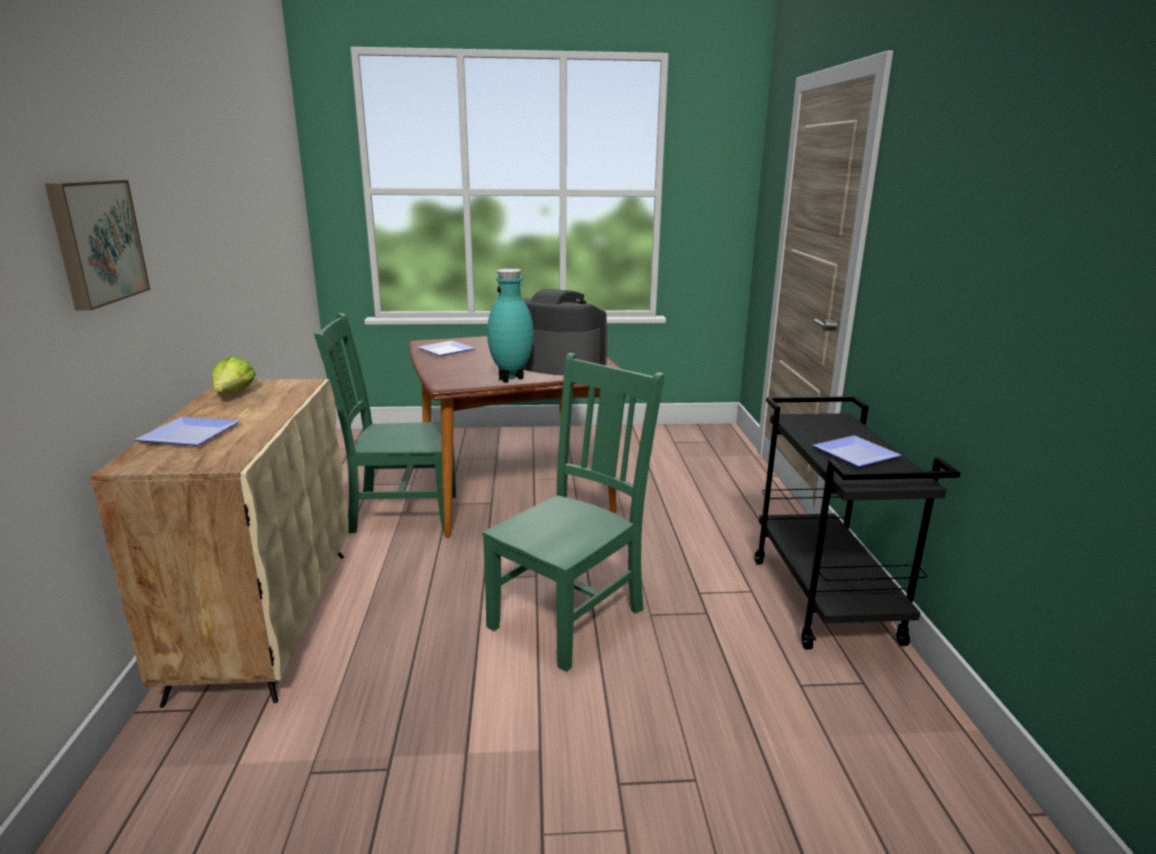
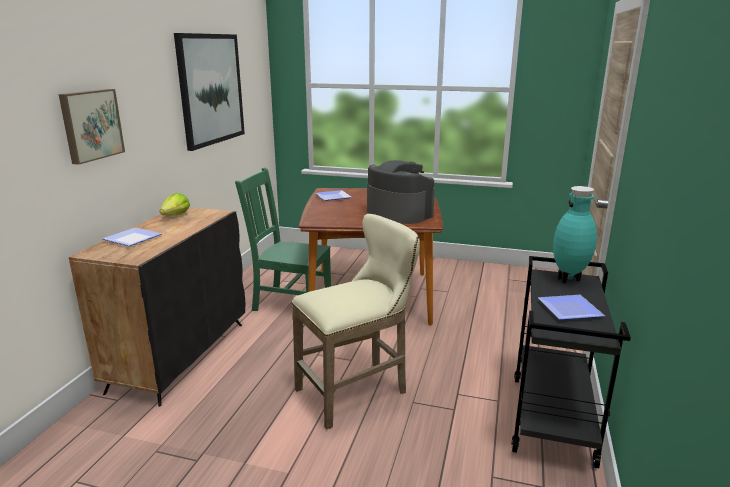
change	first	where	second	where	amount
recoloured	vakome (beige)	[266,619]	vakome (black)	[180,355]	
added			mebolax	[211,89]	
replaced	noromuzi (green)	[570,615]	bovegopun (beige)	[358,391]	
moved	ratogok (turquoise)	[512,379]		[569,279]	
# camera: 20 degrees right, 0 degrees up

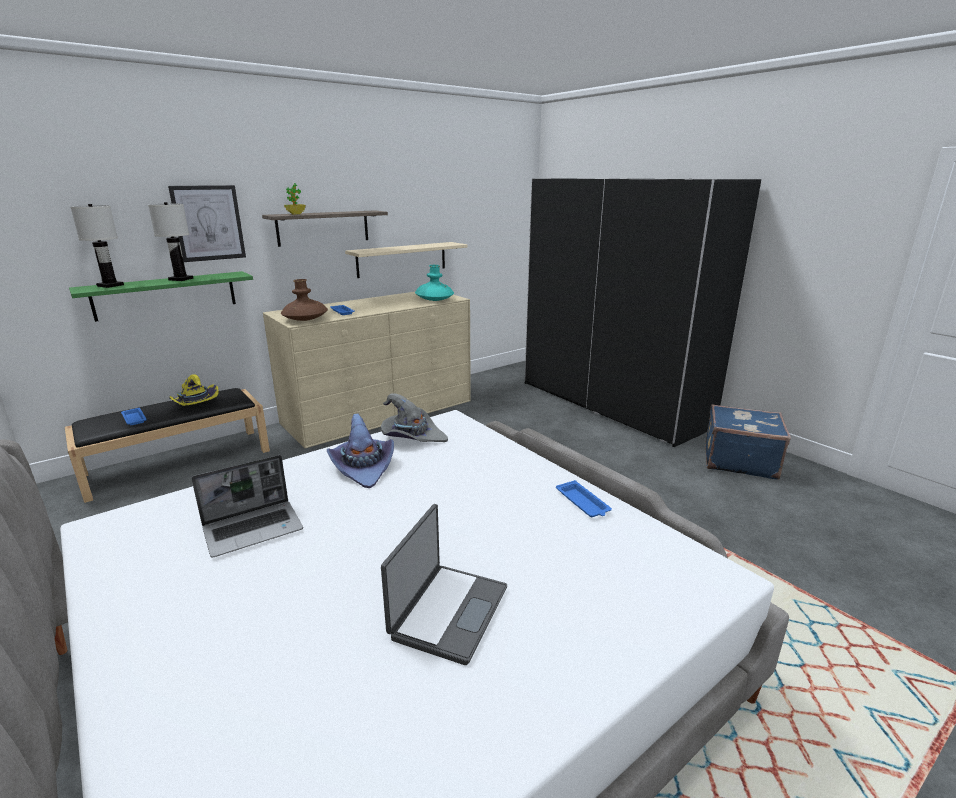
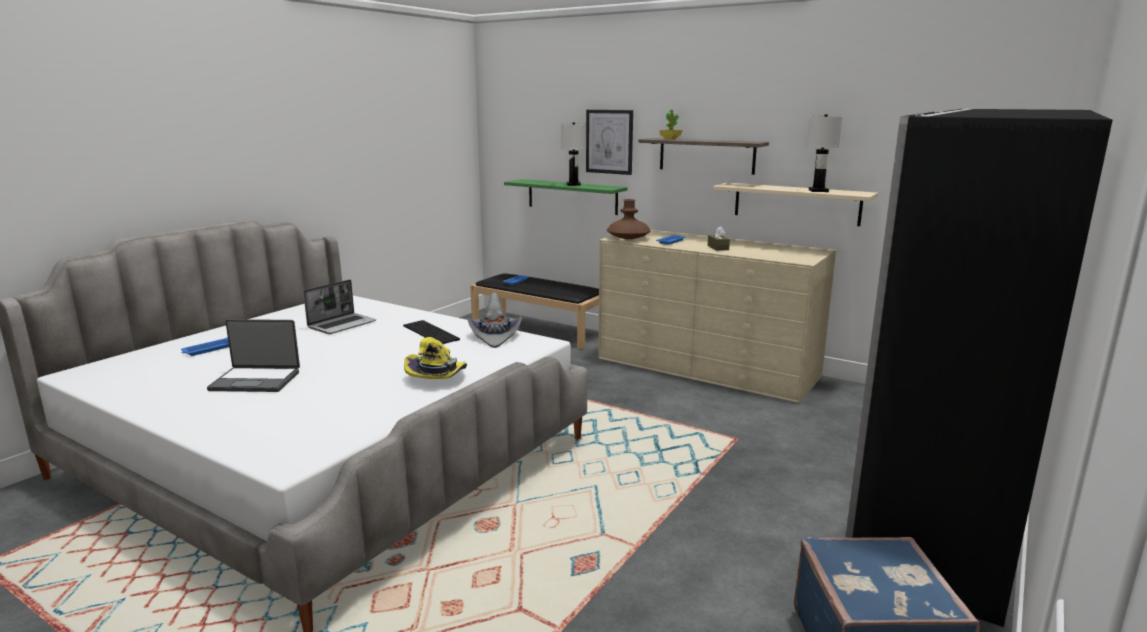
change	first	where	second	where	amount
moved	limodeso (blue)	[583,503]		[208,350]	
turned	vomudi	[254,529]		[342,325]	90 degrees counterclockwise
replaced	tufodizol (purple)	[363,467]	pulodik	[432,332]	
moved	tufodizol (yellow)	[194,404]		[438,377]	
added			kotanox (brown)	[718,247]	
moved	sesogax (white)	[110,285]		[818,191]	
removed	ratogok (turquoise)	[434,300]			
# camera: 70 degrees right, 5 degrees down

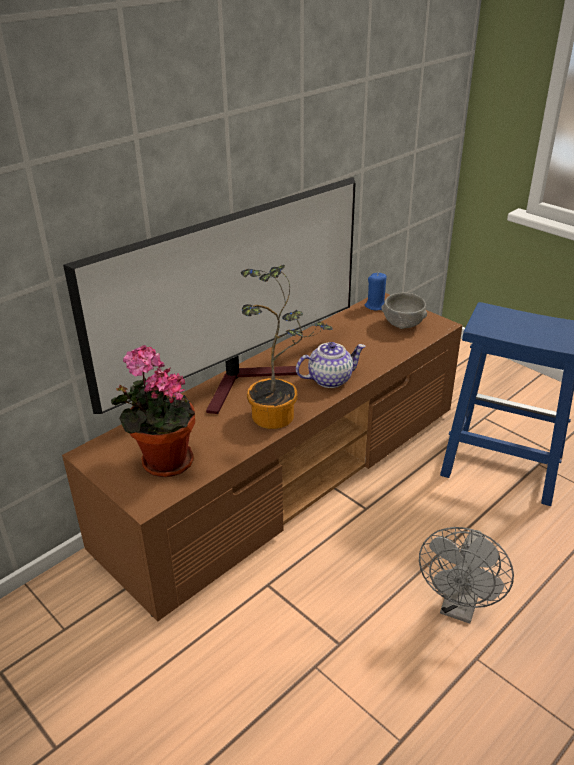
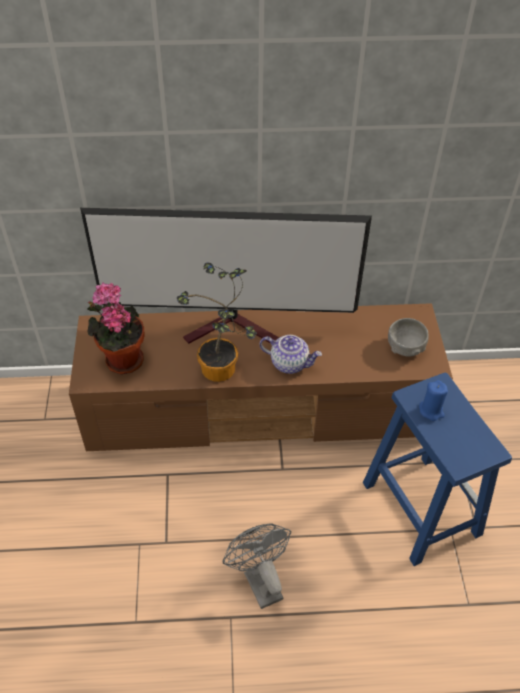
change	first	where	second	where	amount
turned	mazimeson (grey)	[459,607]		[259,580]	90 degrees clockwise
moved	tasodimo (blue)	[376,306]		[431,410]	
# camera: 40 degrees right, 15 degrees up

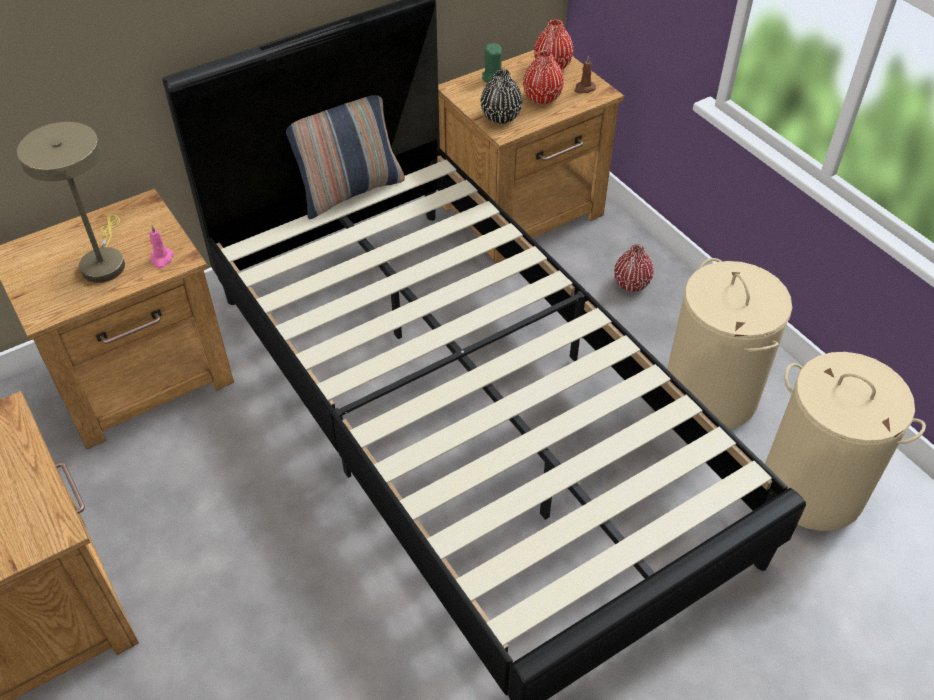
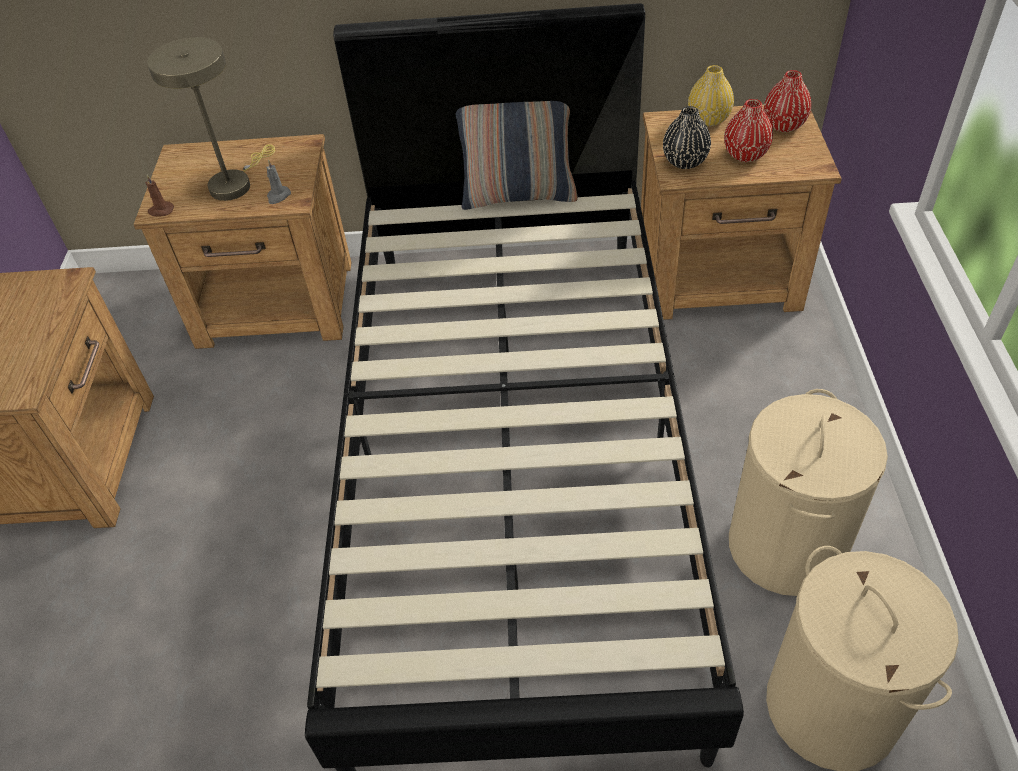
change	first	where	second	where	amount
moved	tasodimo (brown)	[584,88]		[161,211]	
recoloured	tasodimo (pink)	[162,259]	tasodimo (grey)	[278,196]	
replaced	tasodimo (green)	[492,77]	ratogok (yellow)	[708,120]	
removed	ratogok (red)	[631,284]			
# camera: 35 degrees right, 0 degrees up

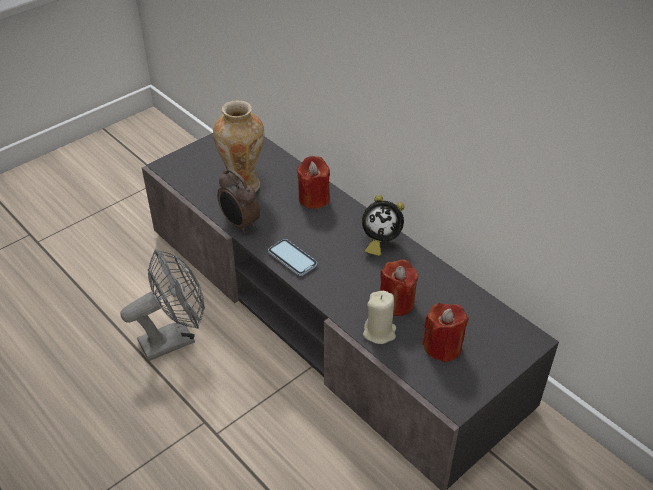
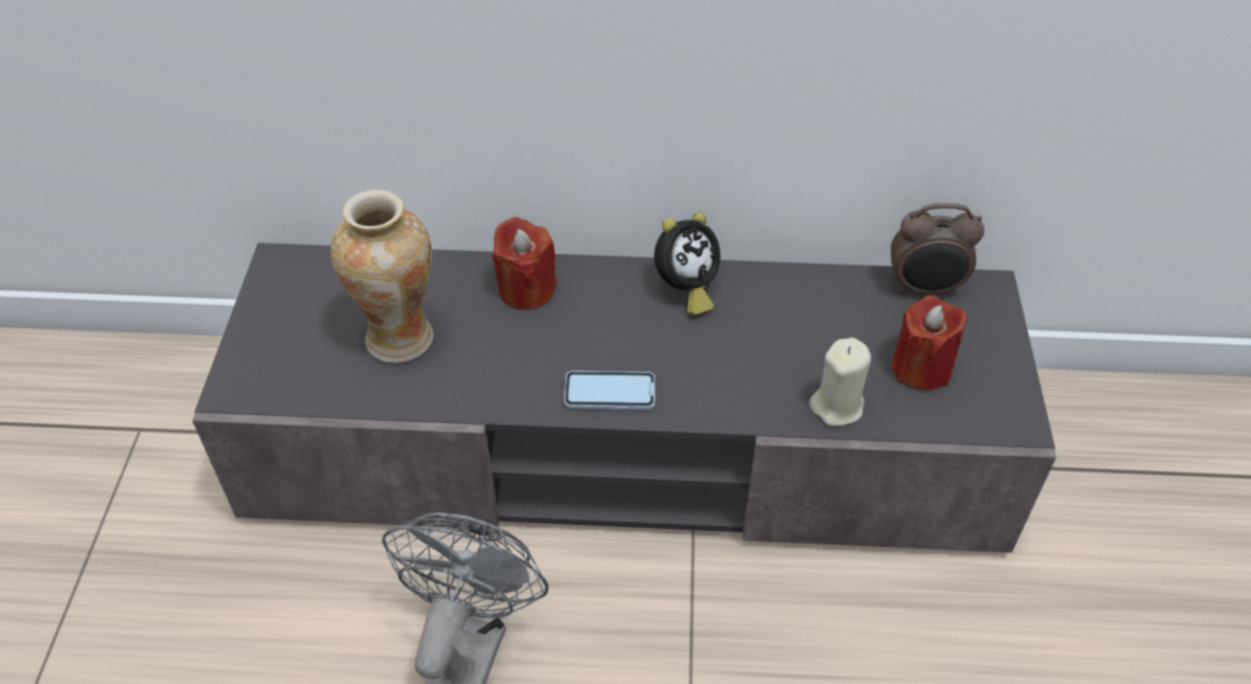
change	first	where	second	where	amount
moved	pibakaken	[239,224]		[925,289]	
removed	tasodimo (red)	[396,303]			
# camera: 45 degrees left, 5 degrees up

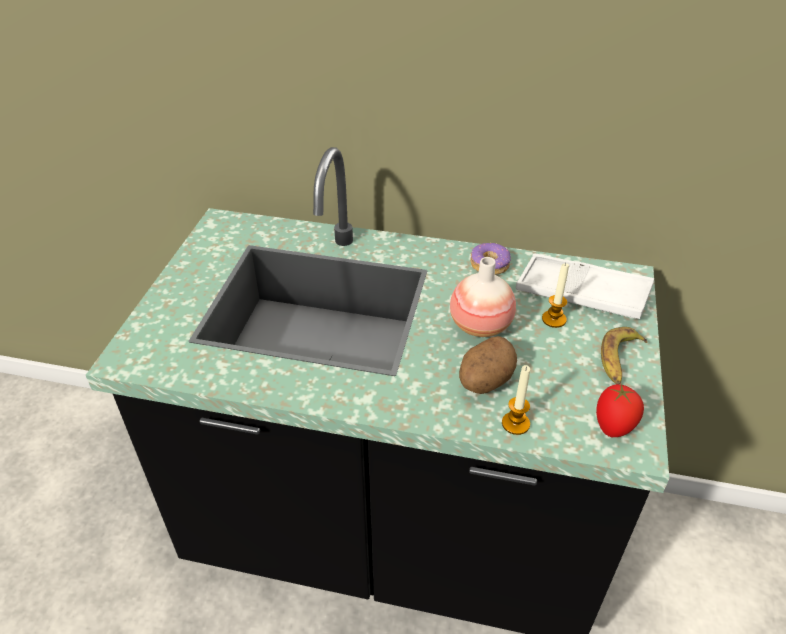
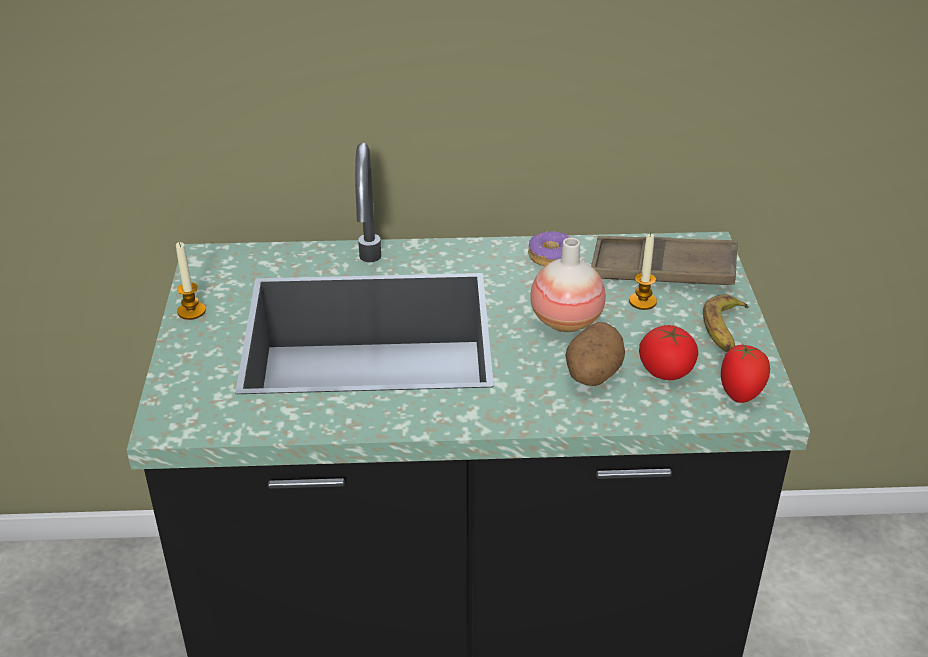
change	first	where	second	where	amount
moved	tasodimo	[515,423]		[191,311]	
recoloured	limodeso (white)	[582,293]	limodeso (brown)	[662,270]	
added			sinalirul	[665,371]	
# camera: 15 degrees left, 5 degrees down

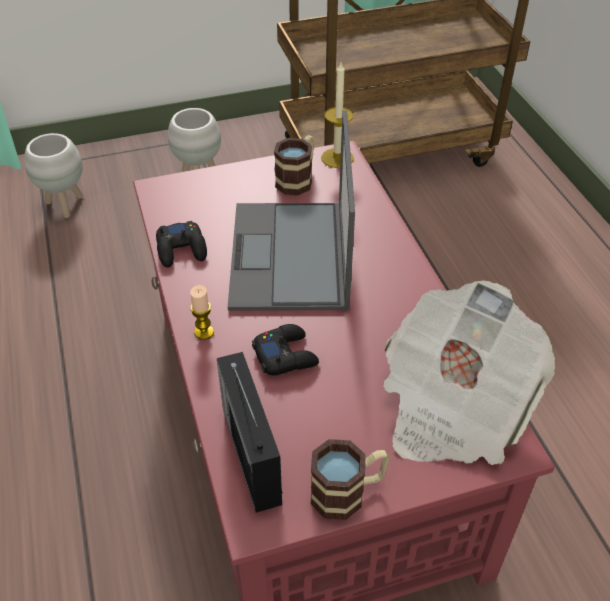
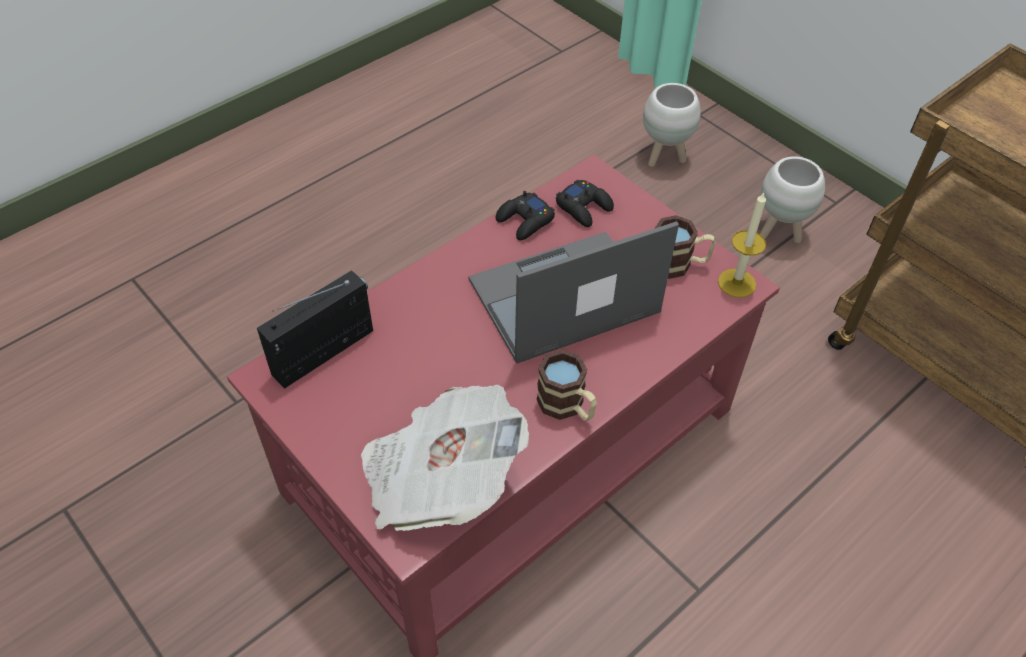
change	first	where	second	where	amount
moved	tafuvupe	[348,492]		[567,406]	
moved	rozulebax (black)	[285,355]		[584,207]	
removed	tasodimo	[204,332]			
# camera: 65 degrees right, 5 degrees up

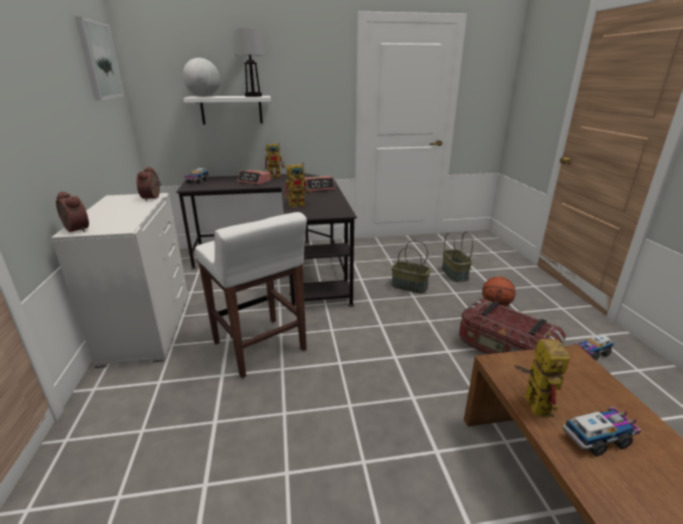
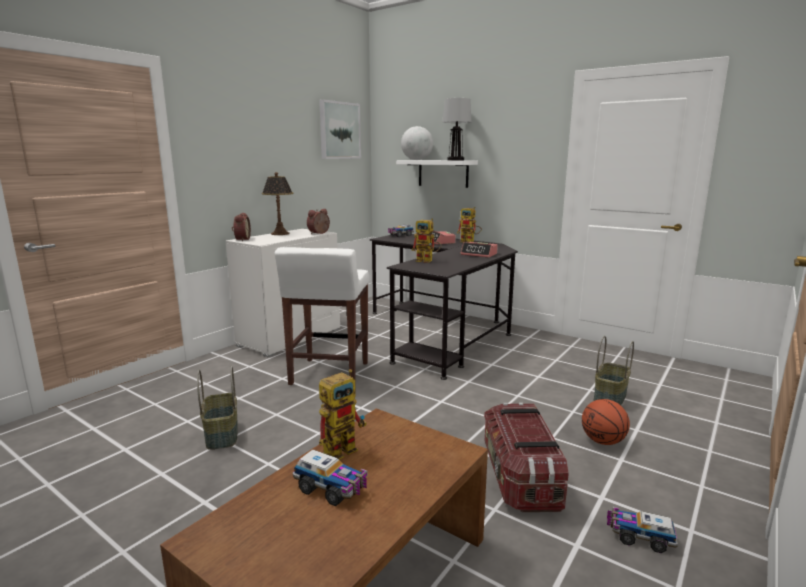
change	first	where	second	where	amount
moved	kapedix	[409,286]		[221,434]	
added			sesogax	[280,233]	
# camera: 45 degrees right, 10 degrees down

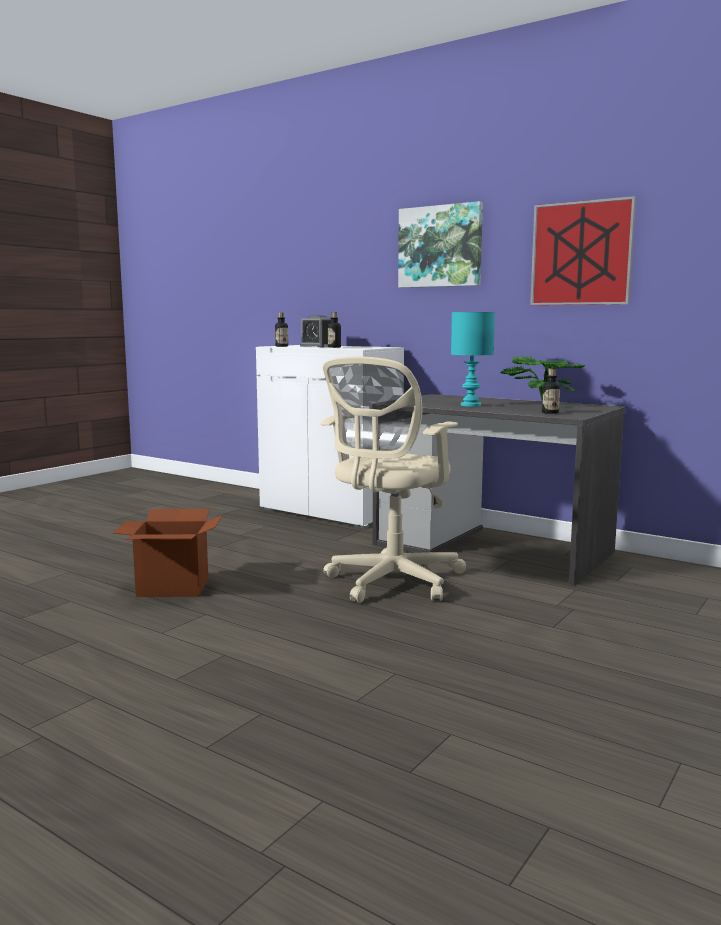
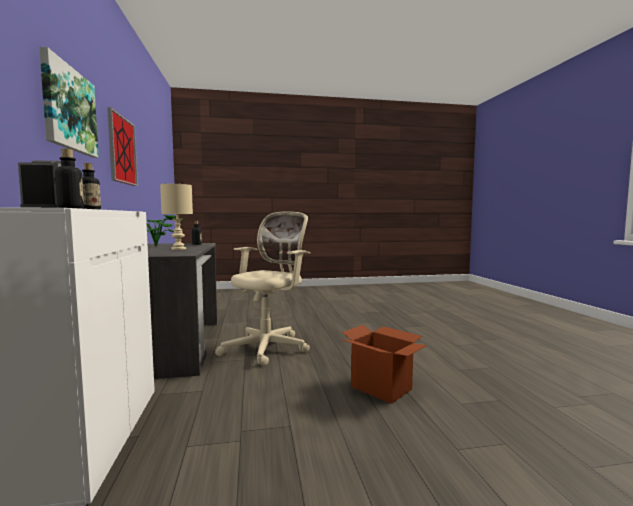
change	first	where	second	where	amount
recoloured	sesogax (turquoise)	[471,405]	sesogax (beige)	[178,249]	
turned	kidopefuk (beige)	[391,582]		[268,347]	45 degrees counterclockwise
# camera: 135 degrees left, 5 degrees down

